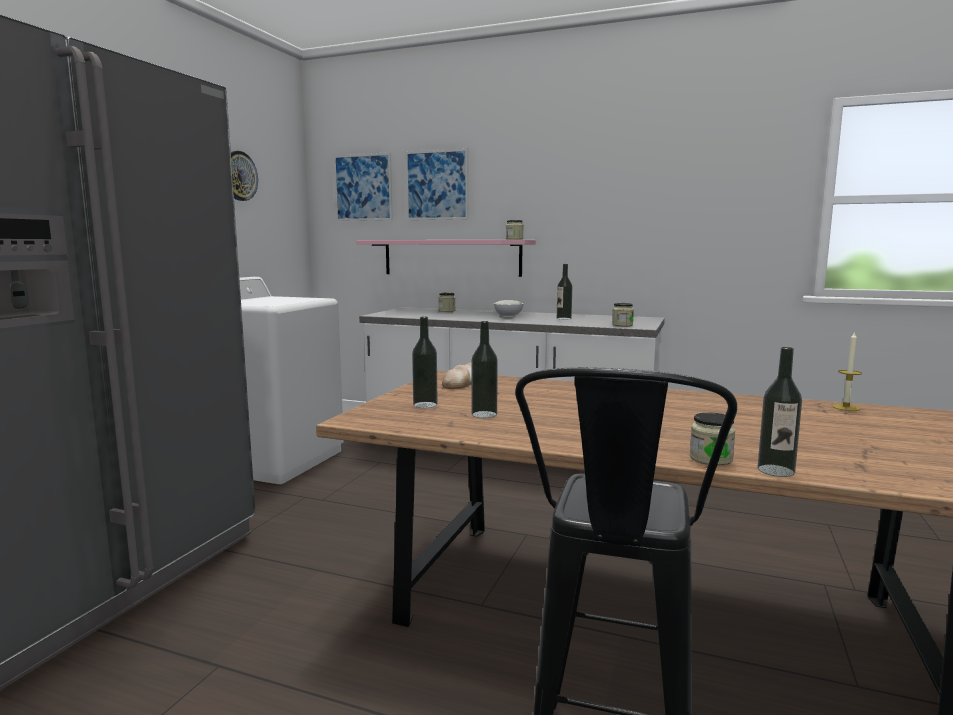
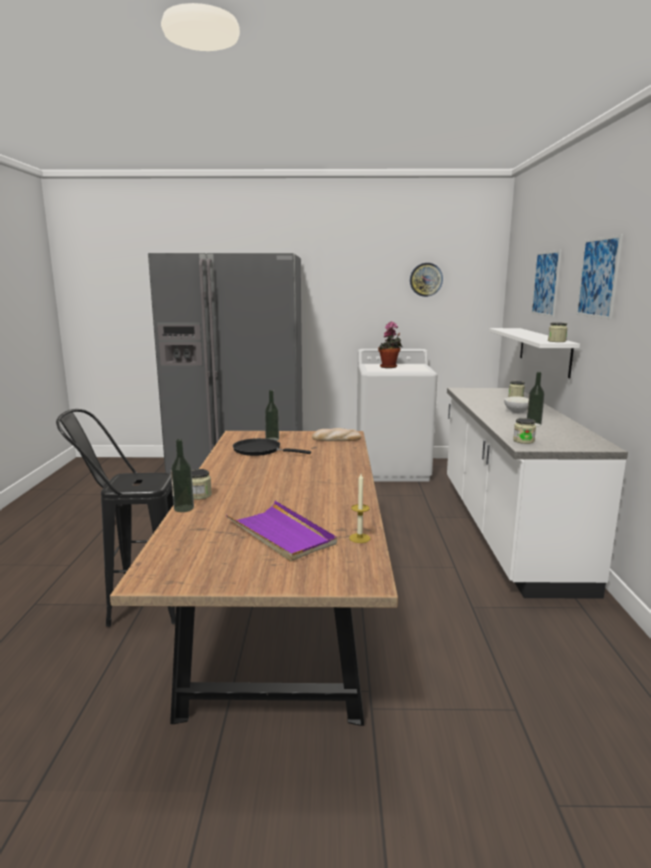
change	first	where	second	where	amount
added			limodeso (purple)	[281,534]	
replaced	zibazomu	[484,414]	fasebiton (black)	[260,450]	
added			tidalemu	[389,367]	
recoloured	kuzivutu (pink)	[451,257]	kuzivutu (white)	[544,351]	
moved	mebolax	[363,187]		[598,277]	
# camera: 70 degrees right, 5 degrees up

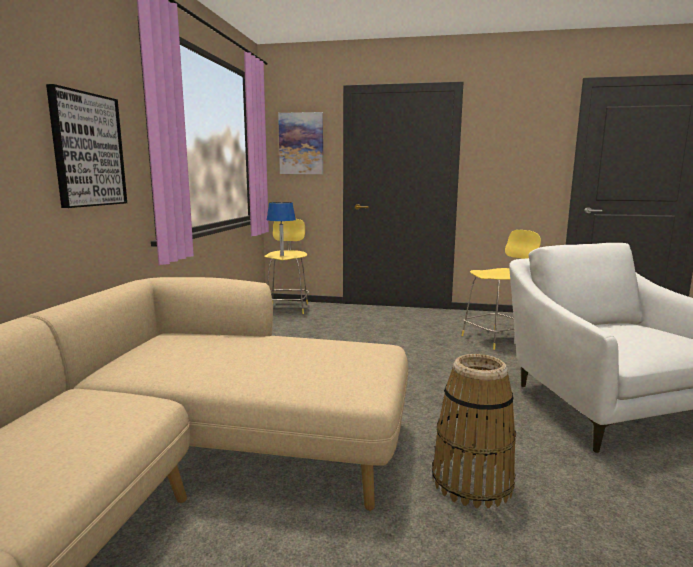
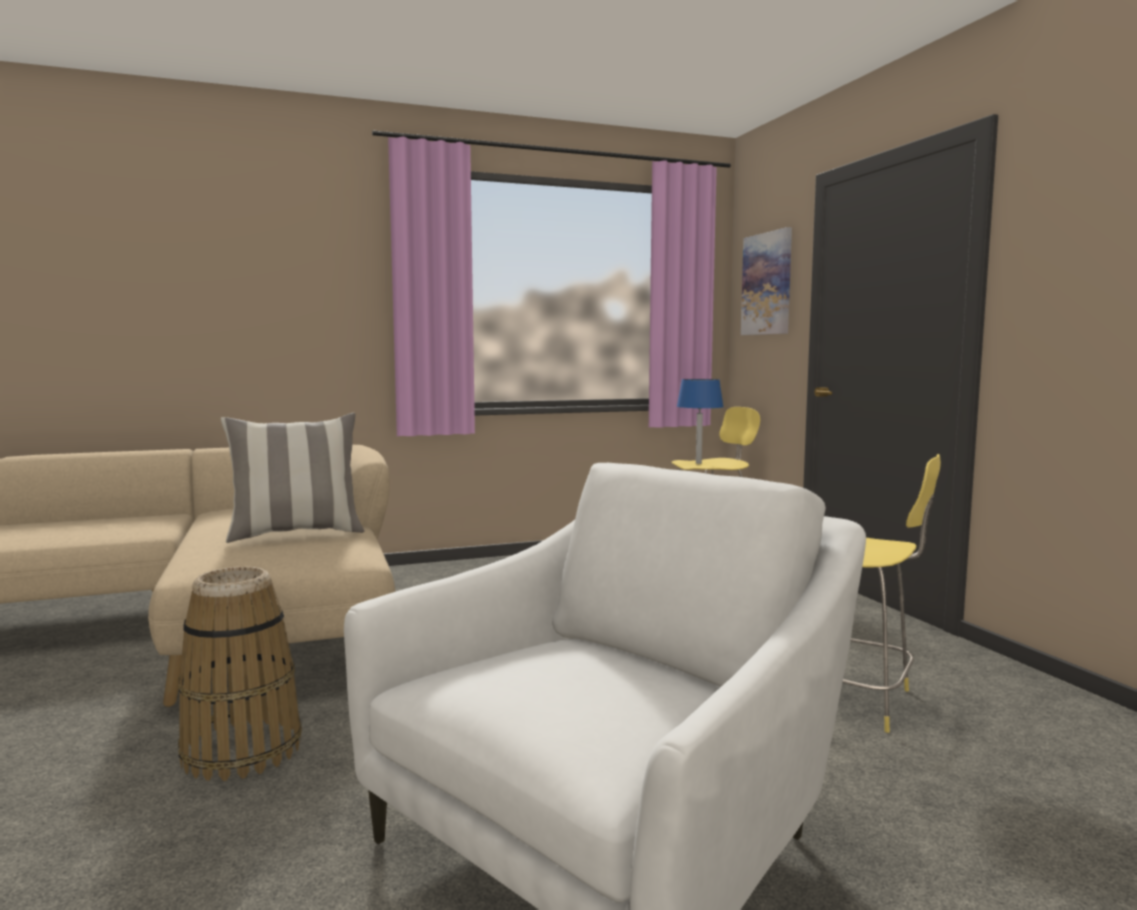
change	first	where	second	where	amount
added			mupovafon	[296,534]	
removed	mebolax	[87,150]			
# camera: 60 degrees right, 5 degrees down

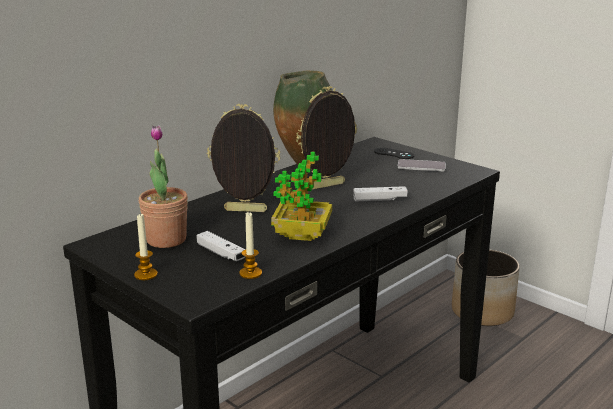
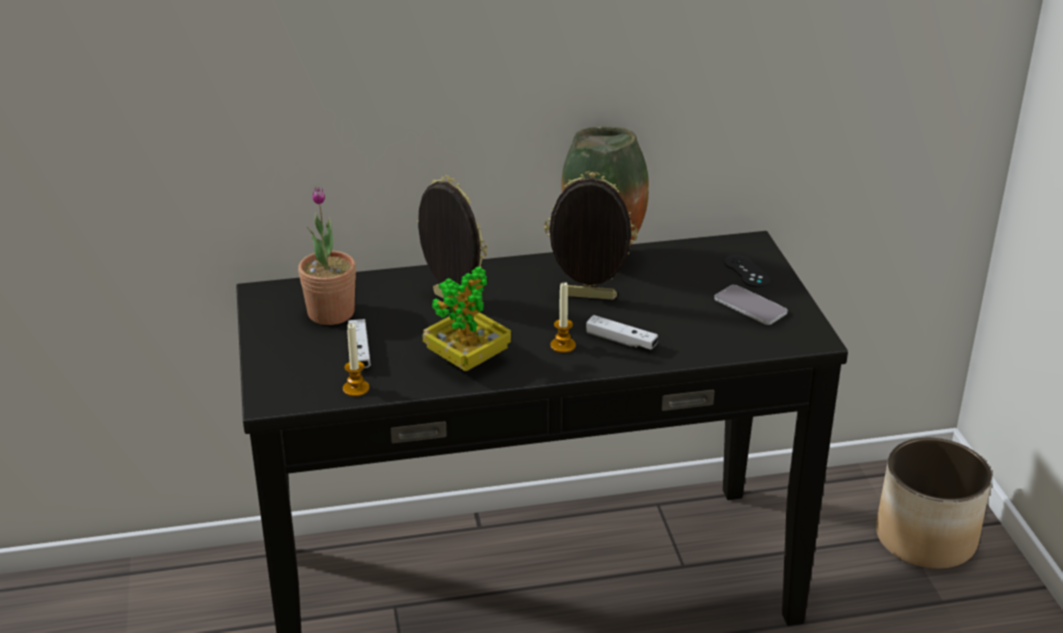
change	first	where	second	where	amount
moved	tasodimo	[146,275]		[563,346]	
# camera: 35 degrees right, 10 degrees up

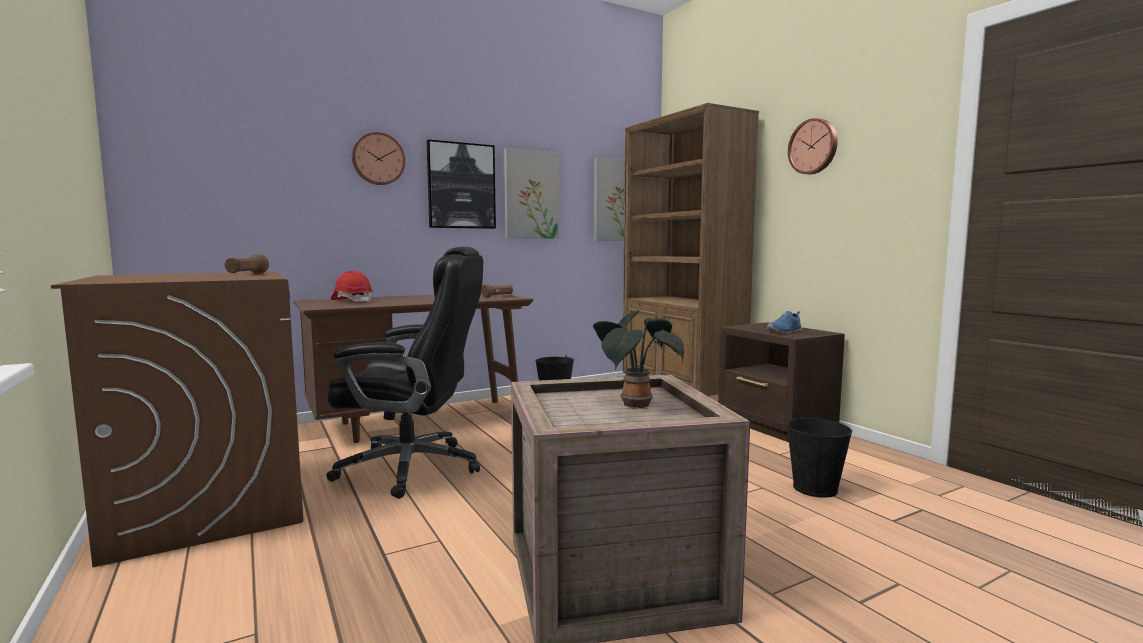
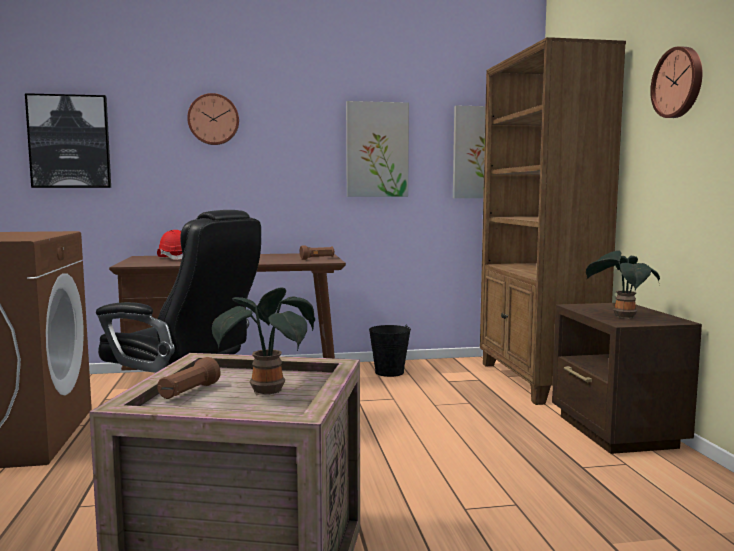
change	first	where	second	where	amount
moved	mebolax	[461,186]		[70,141]	
moved	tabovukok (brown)	[246,274]		[188,392]	
replaced	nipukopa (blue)	[785,332]	tidalemu	[621,316]	
removed	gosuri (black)	[815,488]			
# camera: 20 degrees right, 0 degrees up

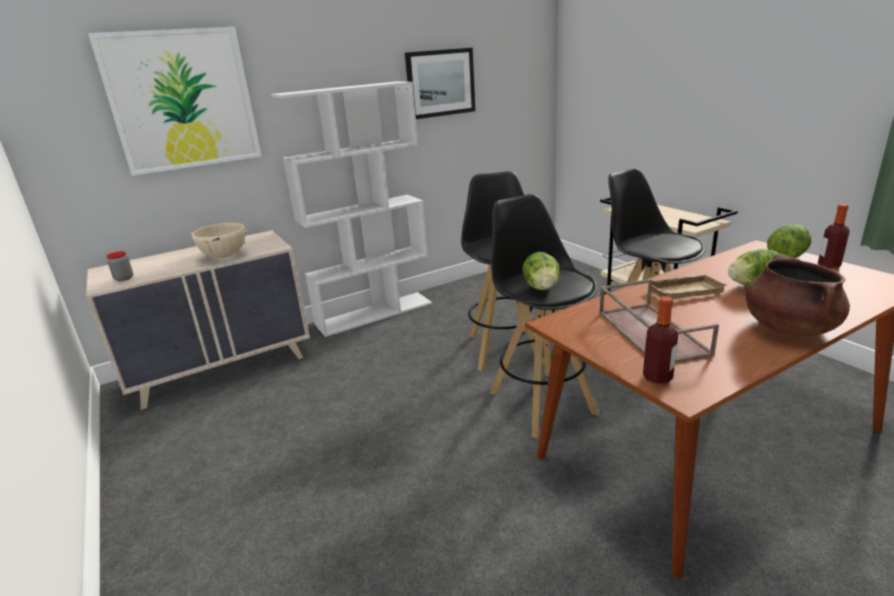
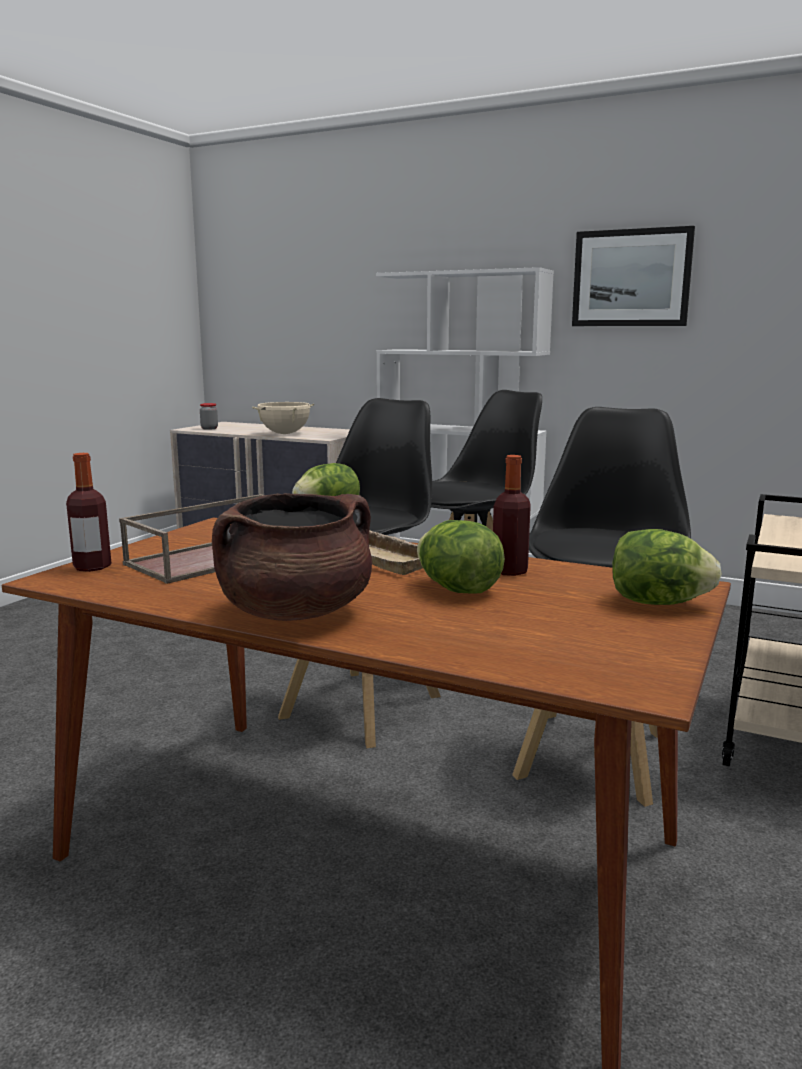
change	first	where	second	where	amount
moved	zibazomu	[828,265]		[509,571]	
removed	mebolax	[182,100]			
# camera: 55 degrees right, 10 degrees down

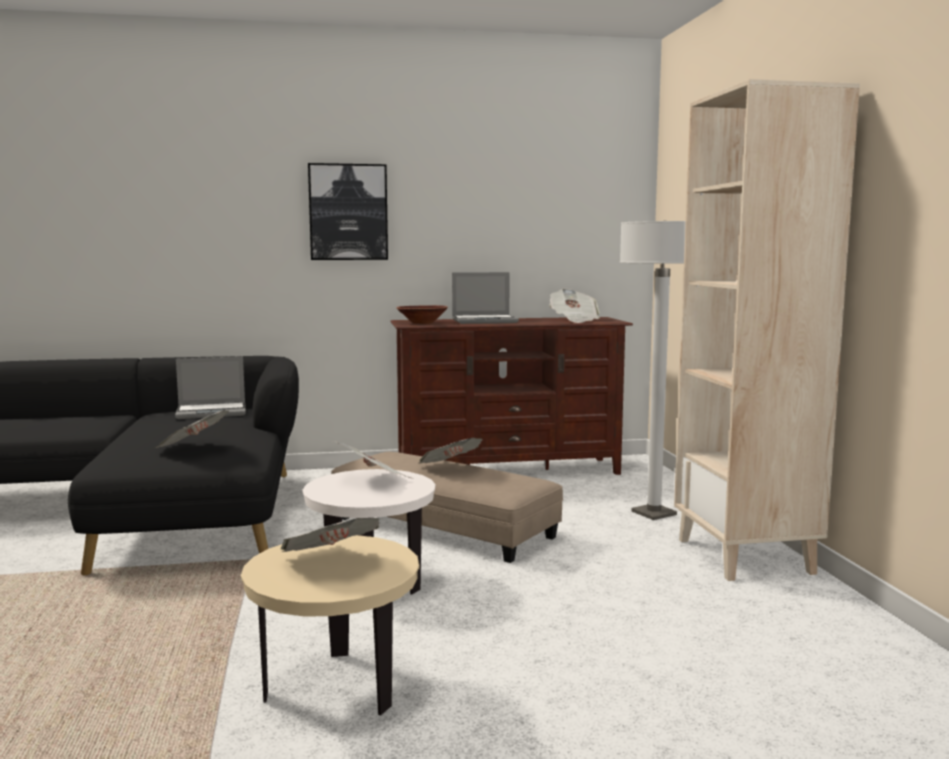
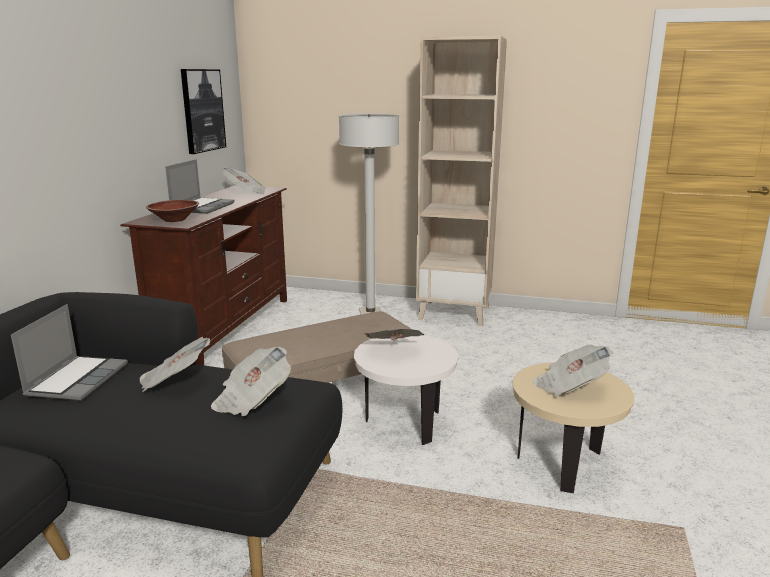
change	first	where	second	where	amount
moved	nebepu	[449,468]		[174,381]	
moved	mebolax	[348,212]		[202,110]	
# camera: 65 degrees left, 10 degrees up

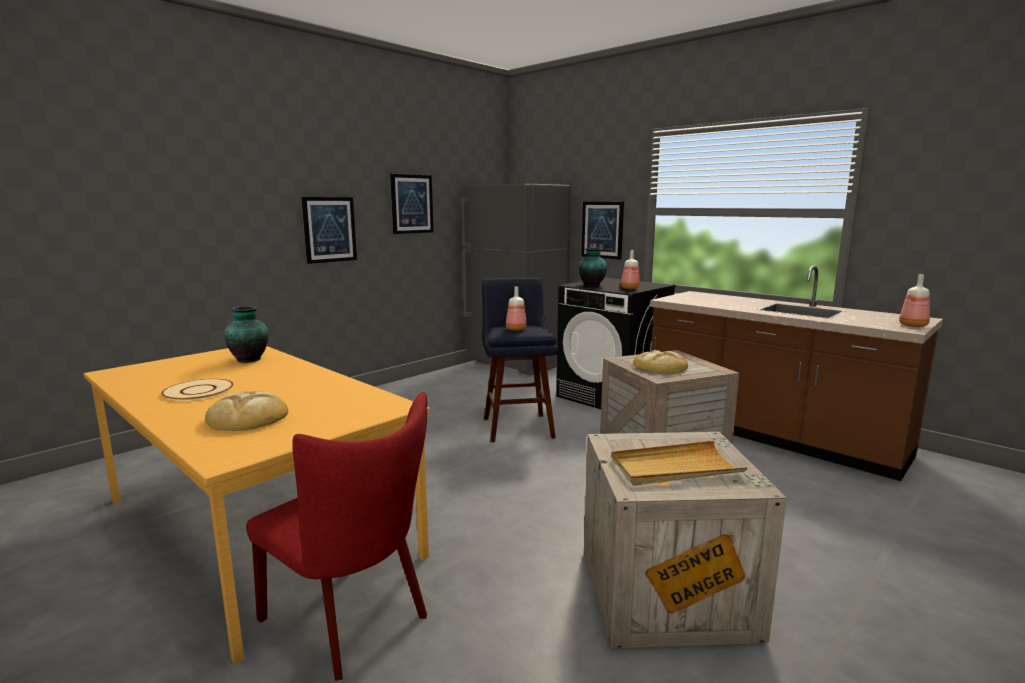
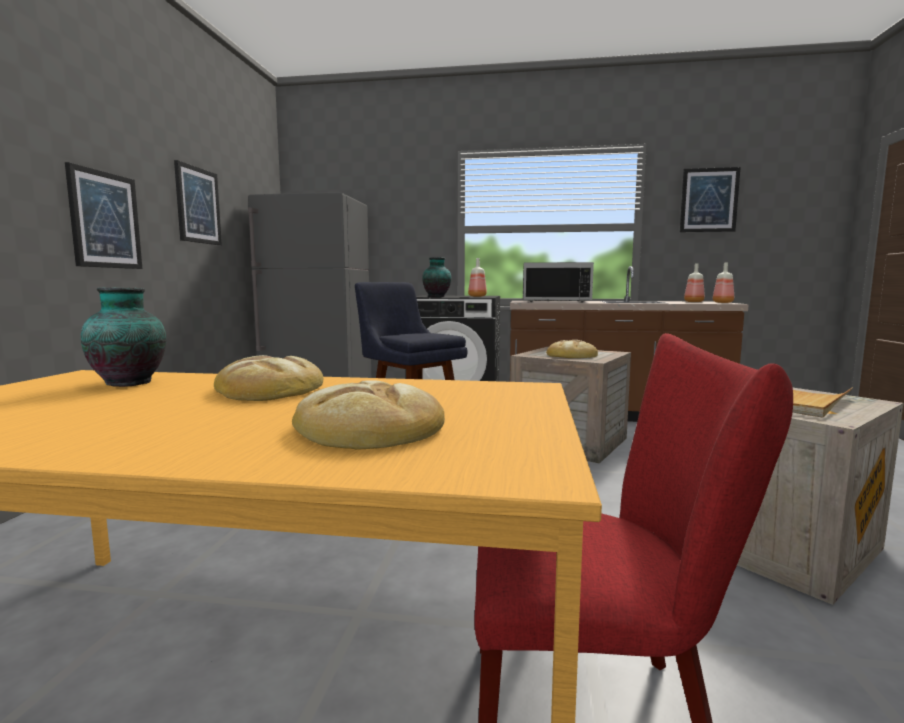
change	first	where	second	where	amount
added			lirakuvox	[269,389]	
added			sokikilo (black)	[555,301]	
moved	mebolax	[602,230]		[708,200]	
moved	zibazomu	[516,329]		[694,302]	
removed	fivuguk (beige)	[198,391]			
# camera: 35 degrees left, 5 degrees down

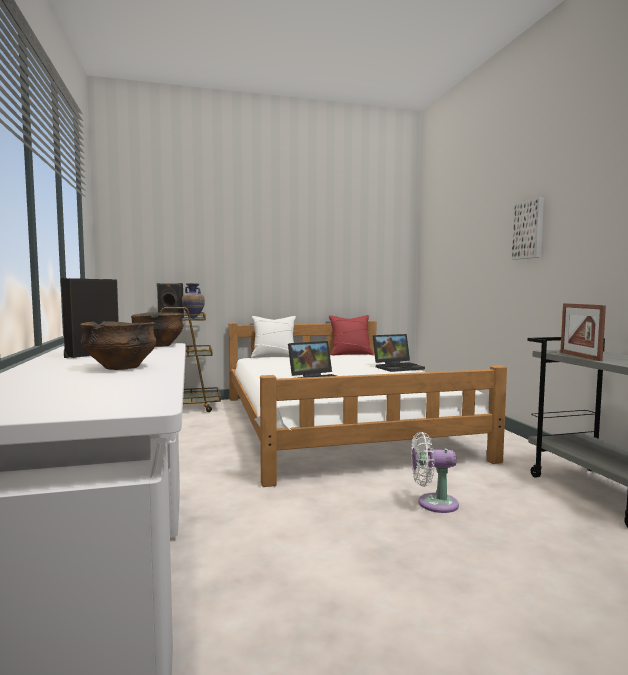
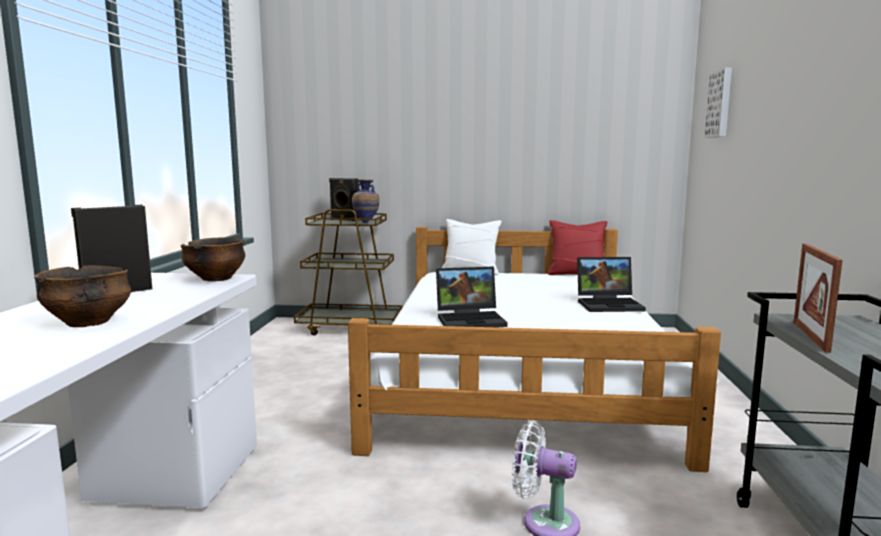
change	first	where	second	where	amount
moved	mebolax	[529,230]		[721,104]	
# camera: 20 degrees right, 5 degrees up

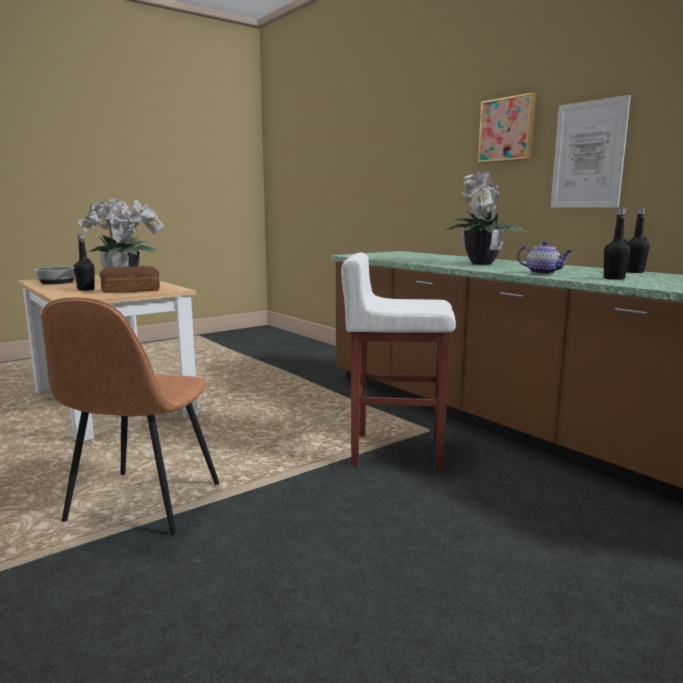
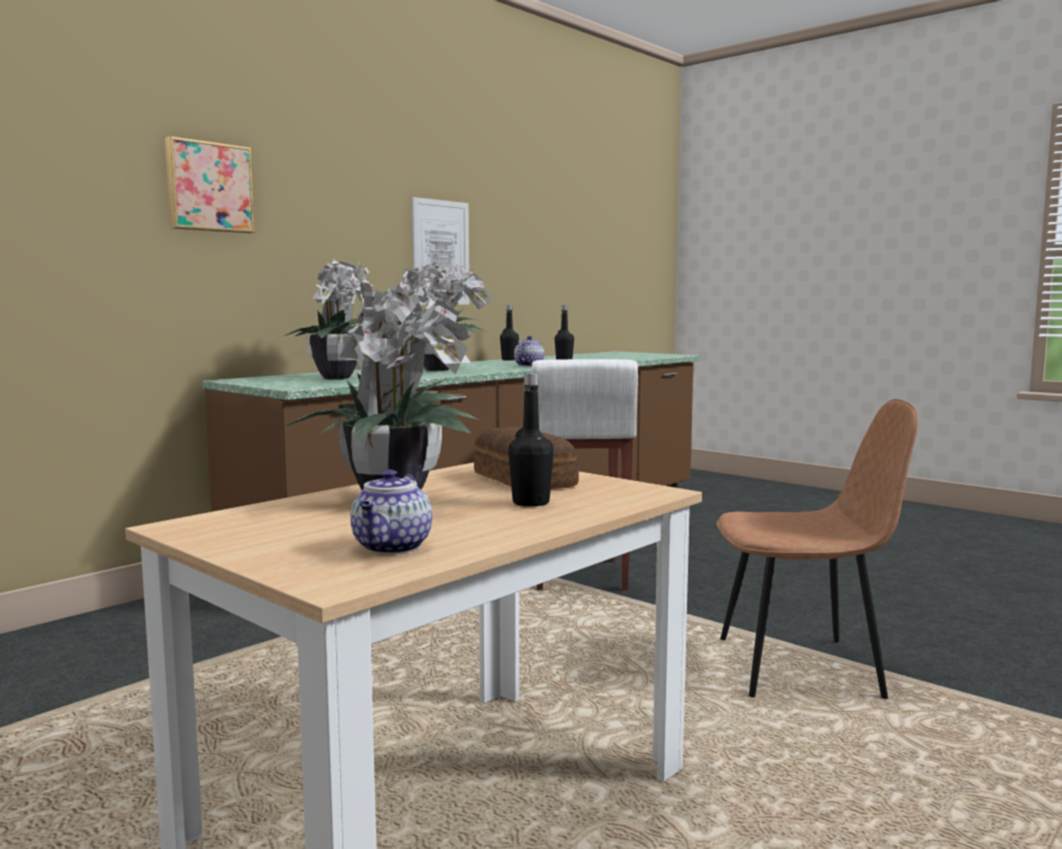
change	first	where	second	where	amount
moved	mebolax	[508,130]		[208,187]	
added			tidalemu	[340,377]	
replaced	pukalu	[56,282]	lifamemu	[392,548]	
# camera: 100 degrees left, 5 degrees down

